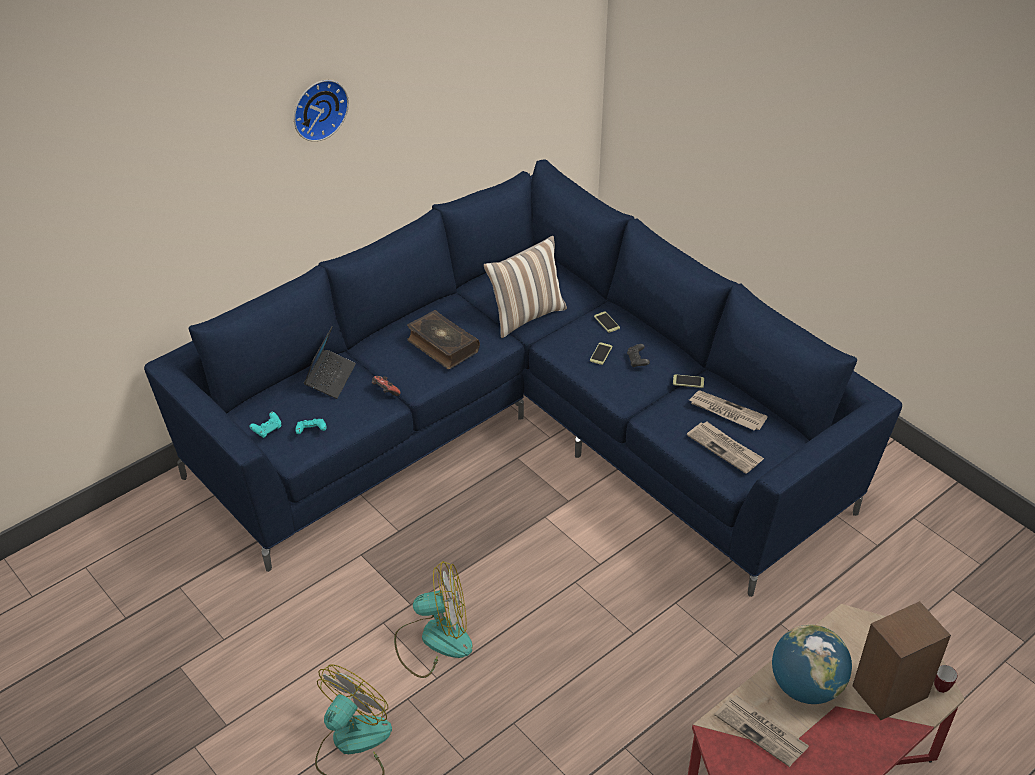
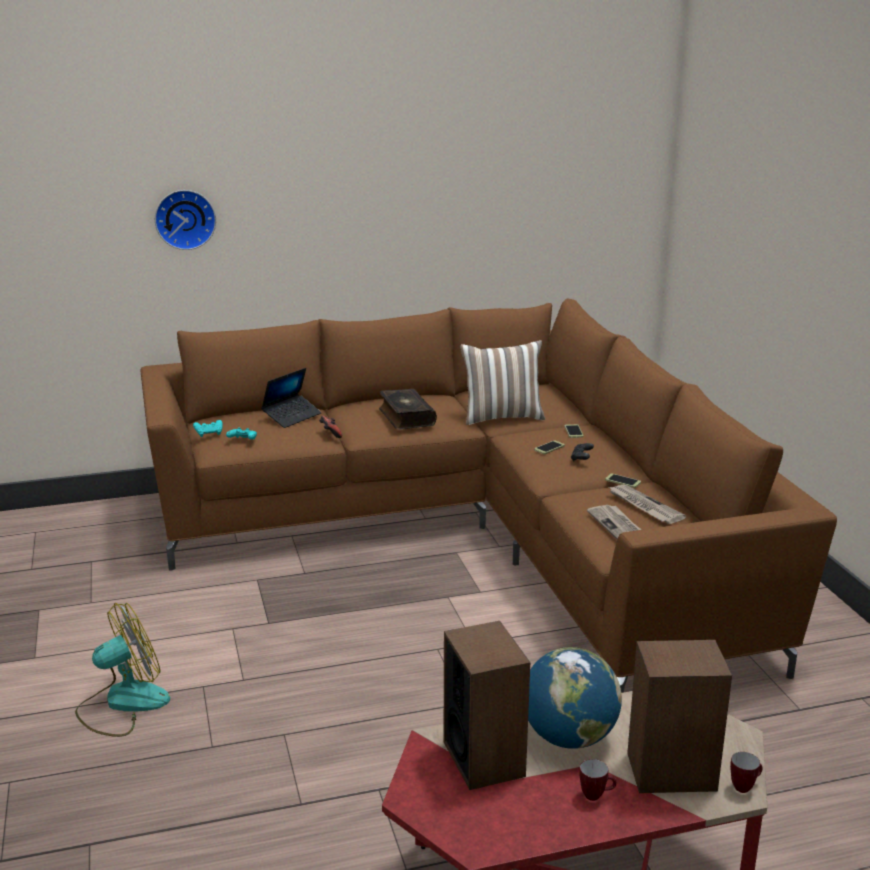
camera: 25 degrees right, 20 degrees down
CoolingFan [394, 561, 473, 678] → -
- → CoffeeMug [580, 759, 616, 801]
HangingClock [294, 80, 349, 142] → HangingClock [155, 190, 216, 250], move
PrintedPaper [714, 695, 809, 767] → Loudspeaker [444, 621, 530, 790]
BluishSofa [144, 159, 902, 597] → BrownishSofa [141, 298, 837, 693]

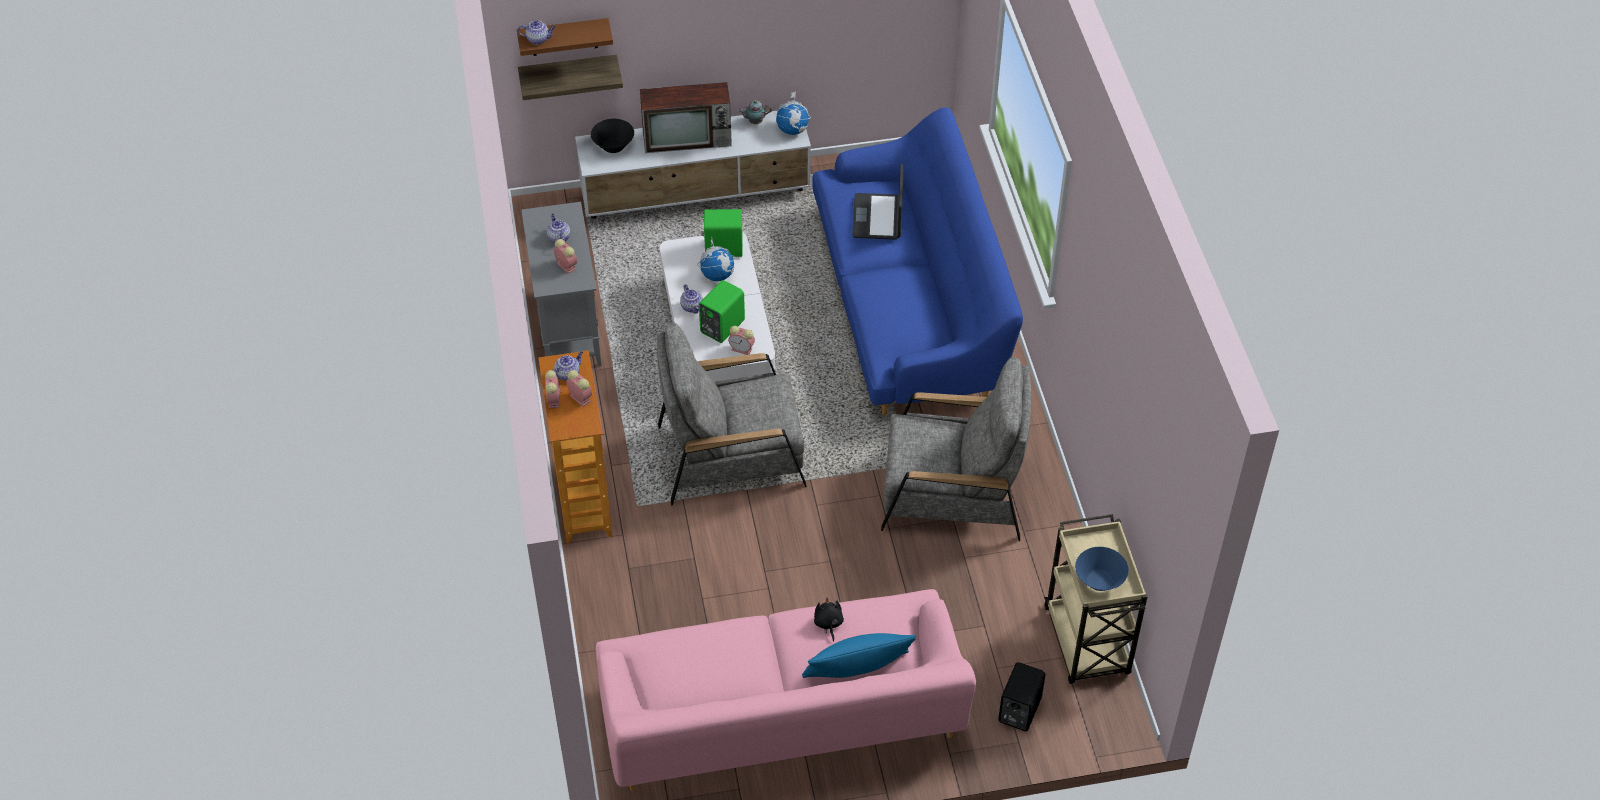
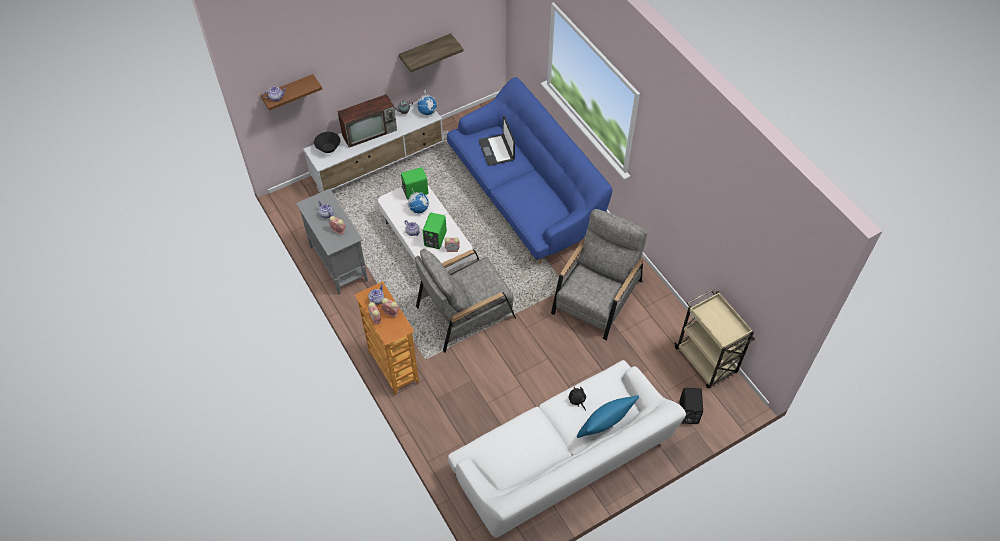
camera: 20 degrees left, 5 degrees up
BluishServingBowl [1075, 547, 1129, 591] → -
Shelf [518, 55, 623, 100] → Shelf [399, 33, 464, 72], move
PinkSofa [596, 589, 976, 791] → WhiteSofa [448, 360, 686, 538]
GreyishArmchair [881, 357, 1031, 541] → GreyishArmchair [551, 209, 647, 340], 45 degrees counterclockwise

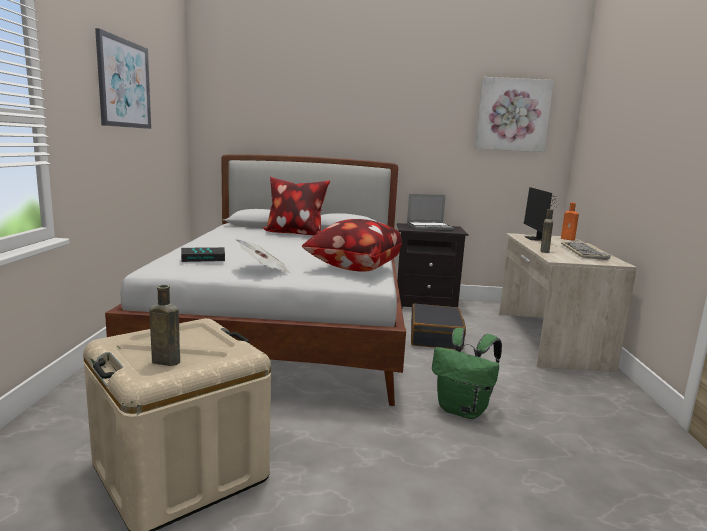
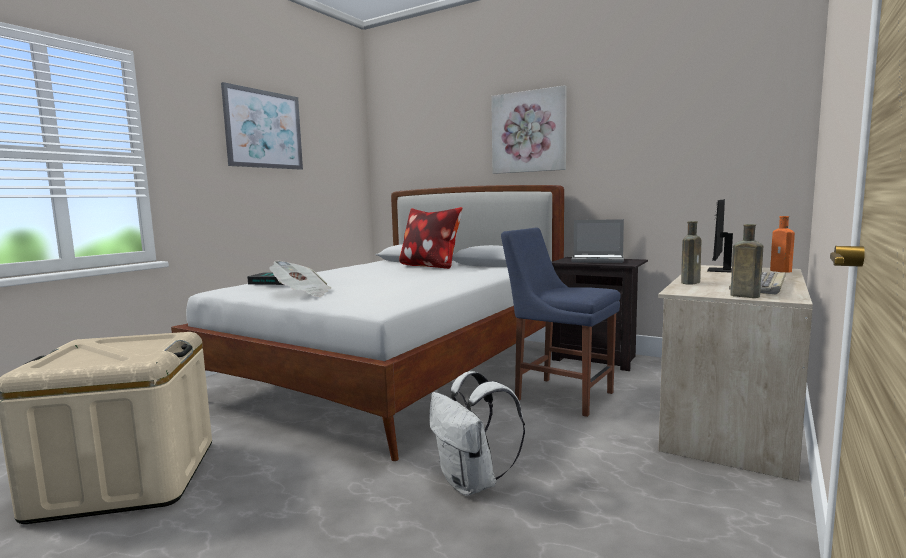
camera: 30 degrees right, 5 degrees down
Pillow [302, 219, 402, 272] → -
BrownishBottle [149, 285, 180, 366] → BrownishBottle [730, 224, 763, 298], move
Picture [475, 77, 554, 152] → Picture [491, 85, 567, 174], move
BlackColouredPieceOfLuggage [411, 304, 466, 350] → BluishUprightChair [501, 228, 621, 417]
GreenishKnapsack [432, 328, 502, 419] → WhiteKnapsack [430, 371, 525, 496]

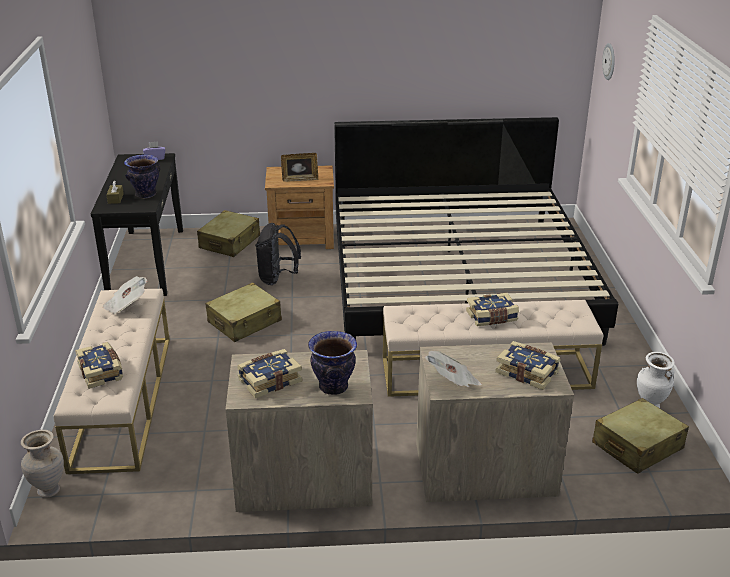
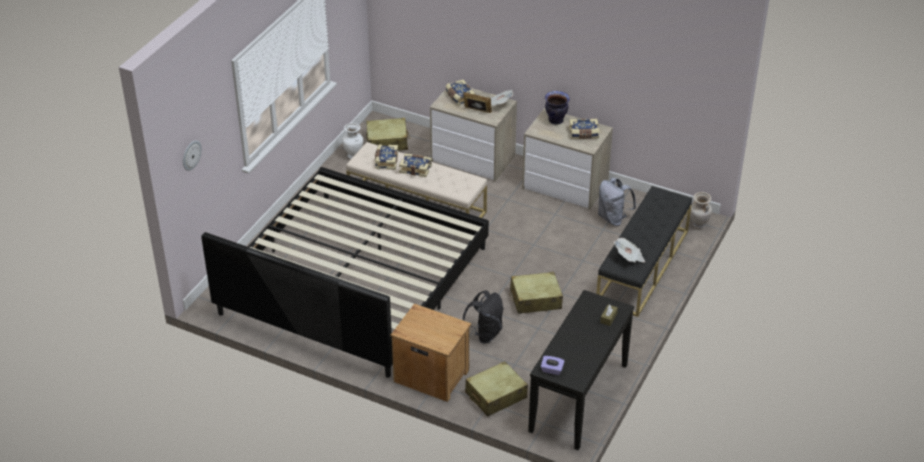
camera: 150 degrees left, 10 degrees up
DecorativeVase [124, 154, 160, 198] → -
- → GreyishKnapsack [598, 178, 636, 226]
BoundBook [75, 342, 123, 389] → BoundBook [375, 144, 398, 170], move
PhotoFrame [281, 153, 318, 182] → PhotoFrame [463, 92, 492, 113], move
SandColouredBench [54, 289, 170, 474] → BlackColouredBench [596, 186, 692, 317]

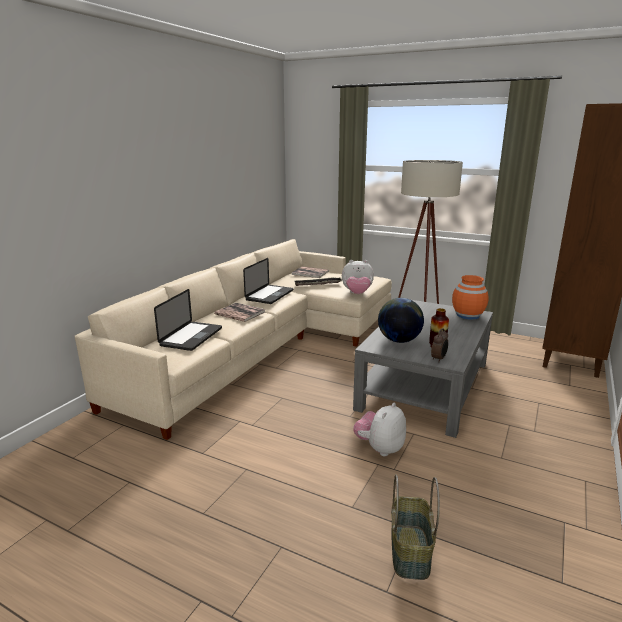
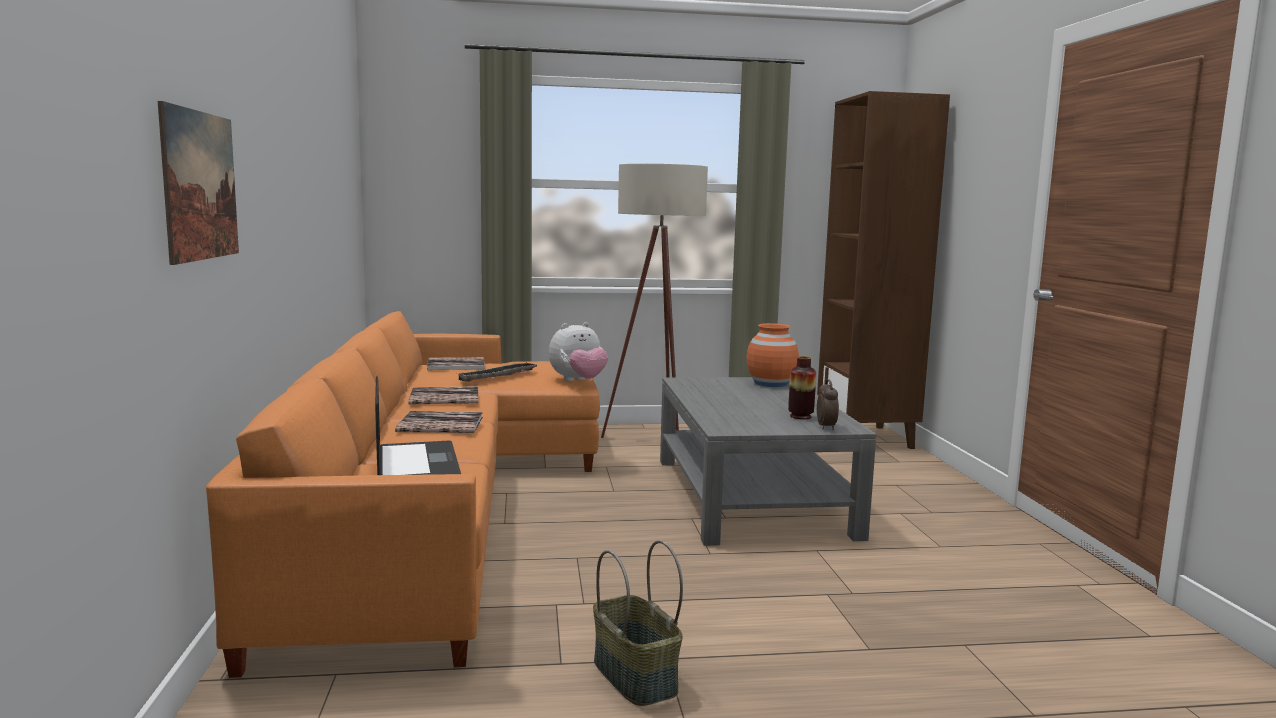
camera: 35 degrees left, 10 degrees down
SoftToy [353, 403, 406, 456] → -
Globe [378, 298, 424, 343] → -
- → Picture [158, 101, 239, 265]
Basket [391, 474, 440, 580] → Basket [593, 540, 683, 706], move
NotebookComputer [243, 258, 293, 304] → BoundBook [408, 386, 478, 404]
SandColouredSofa [75, 239, 392, 440] → OrangeSofa [206, 311, 600, 678]

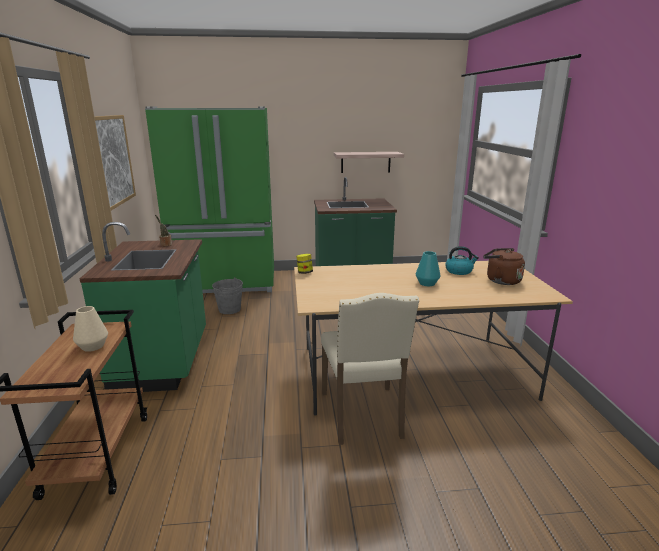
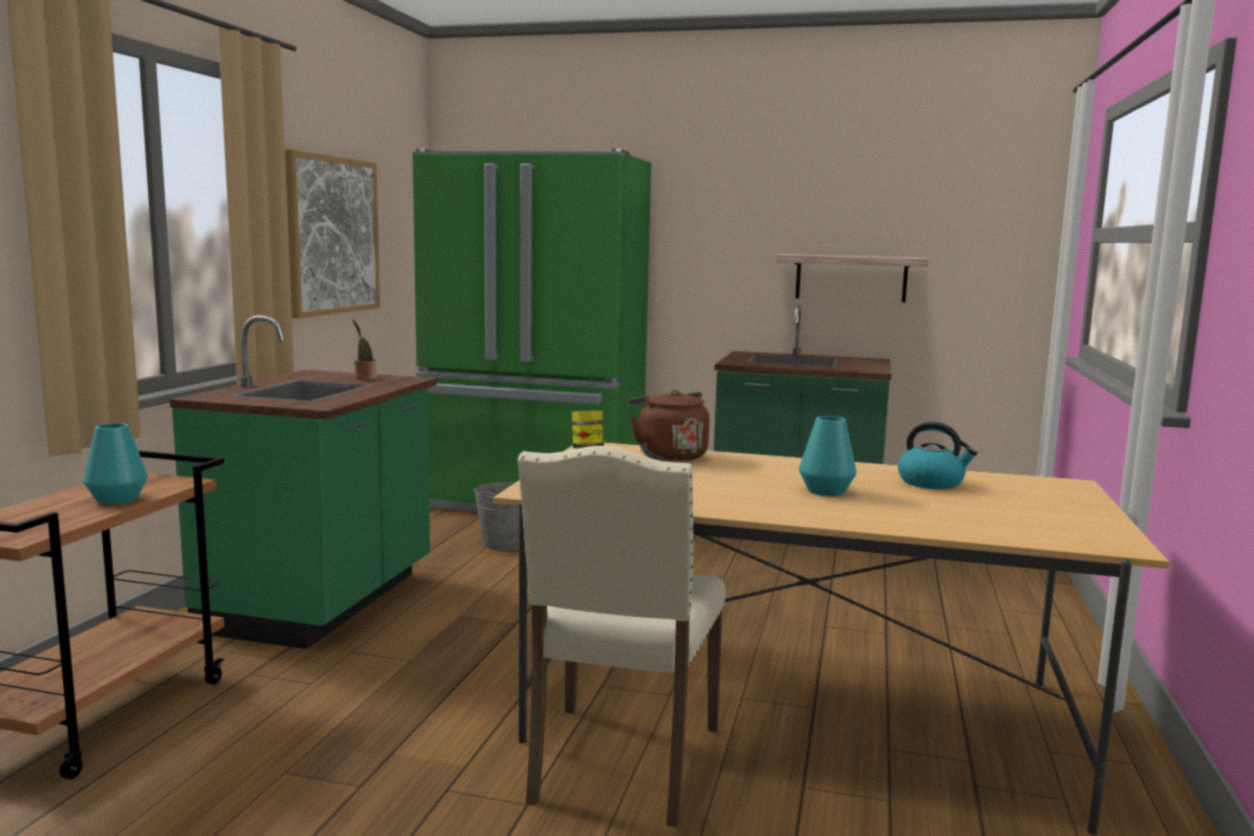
camera: 20 degrees right, 10 degrees down
BrownishKettle [483, 248, 525, 285] → BrownishKettle [629, 389, 709, 462], move
SandColouredDecorativeVase [73, 306, 108, 352] → BlueGreenDecorativeVase [83, 423, 148, 504]

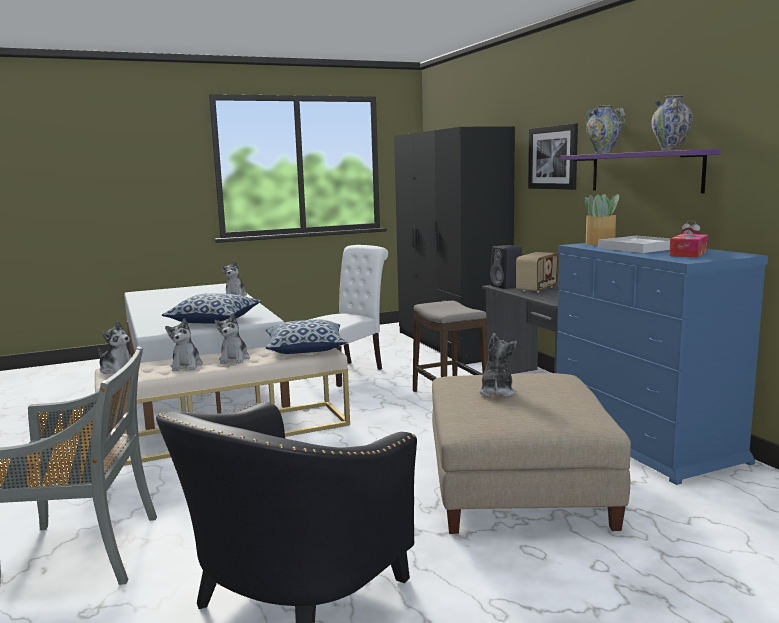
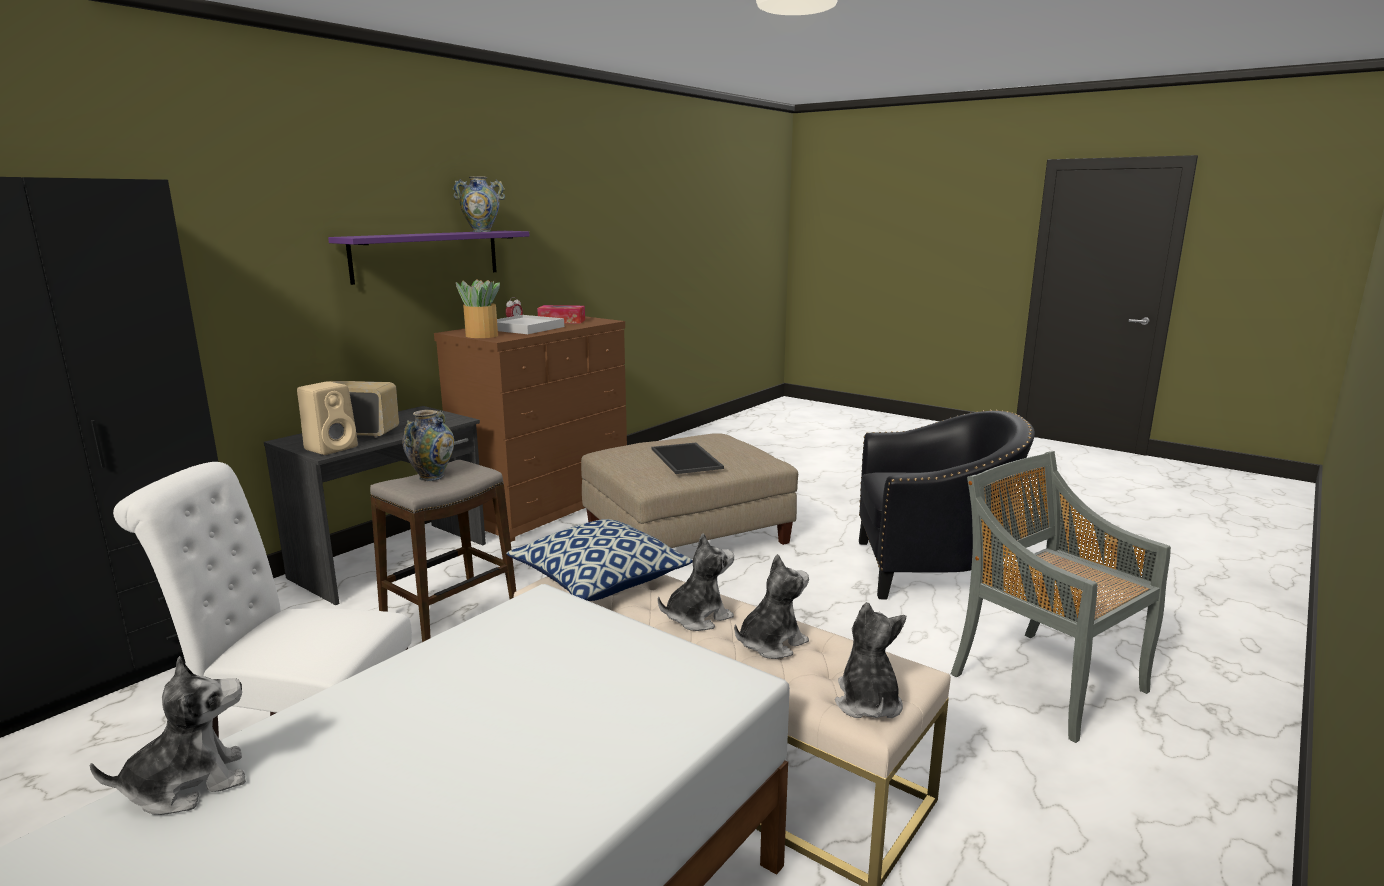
camera: 120 degrees left, 5 degrees up
Pillow [162, 294, 261, 324] → -
Picture [528, 123, 578, 190] → -
DecorativeVase [585, 105, 626, 154] → DecorativeVase [403, 410, 454, 481], move
SoftToy [478, 333, 517, 397] → Tray [652, 443, 724, 474]
BlackColouredLoudspeaker [490, 245, 522, 289] → SandColouredLoudspeaker [297, 381, 358, 455]
BluishDrawerChest [556, 243, 768, 485] → BrownishDrawerChest [434, 317, 627, 542]

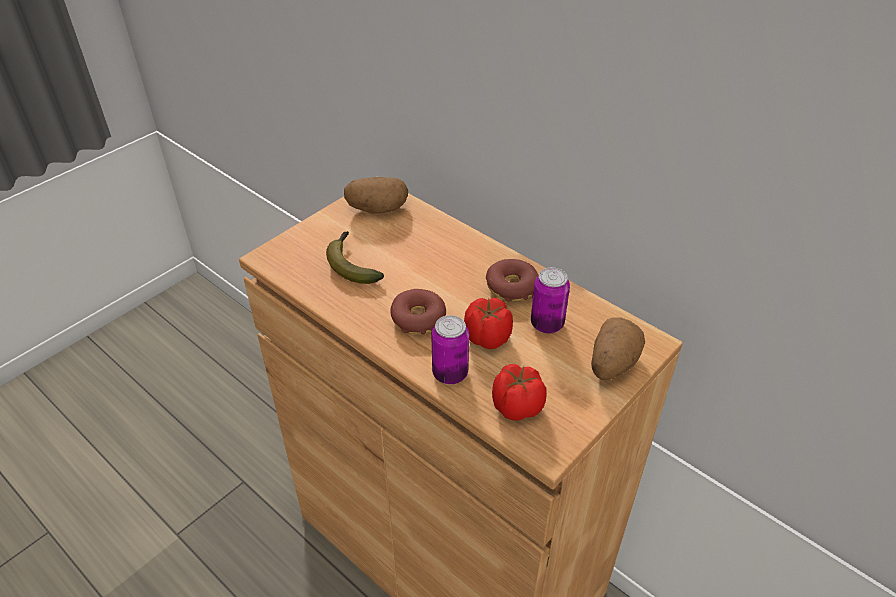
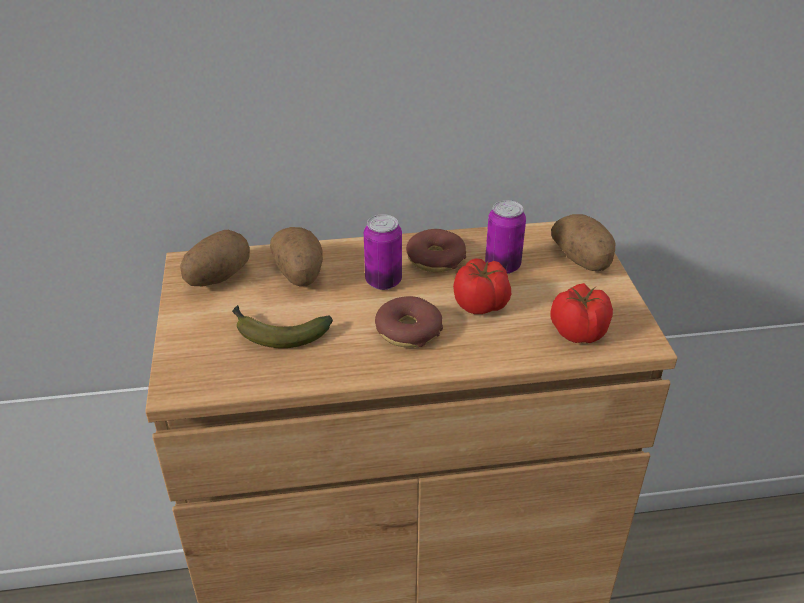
camera: 50 degrees left, 5 degrees down
- → Spud [270, 227, 323, 287]
MetalCan [431, 315, 469, 384] → MetalCan [364, 214, 402, 290], move

